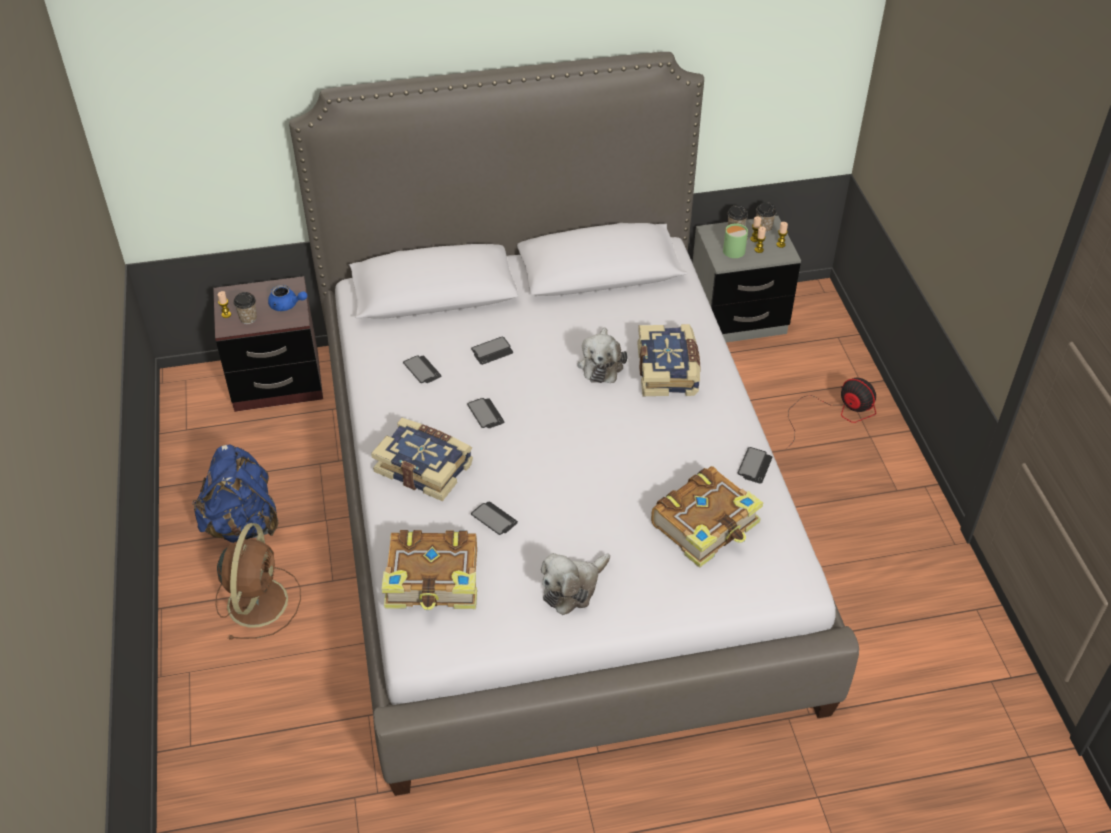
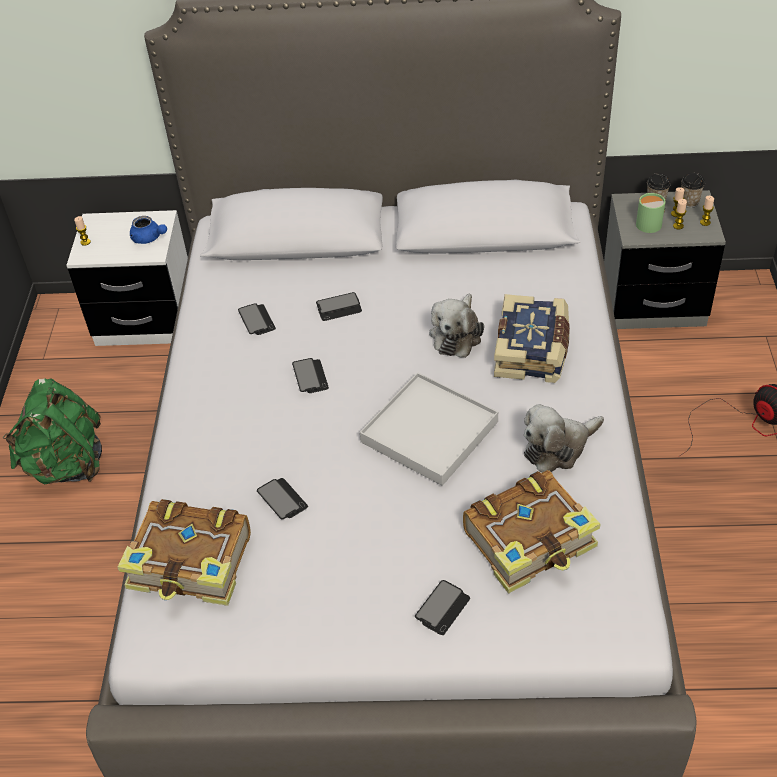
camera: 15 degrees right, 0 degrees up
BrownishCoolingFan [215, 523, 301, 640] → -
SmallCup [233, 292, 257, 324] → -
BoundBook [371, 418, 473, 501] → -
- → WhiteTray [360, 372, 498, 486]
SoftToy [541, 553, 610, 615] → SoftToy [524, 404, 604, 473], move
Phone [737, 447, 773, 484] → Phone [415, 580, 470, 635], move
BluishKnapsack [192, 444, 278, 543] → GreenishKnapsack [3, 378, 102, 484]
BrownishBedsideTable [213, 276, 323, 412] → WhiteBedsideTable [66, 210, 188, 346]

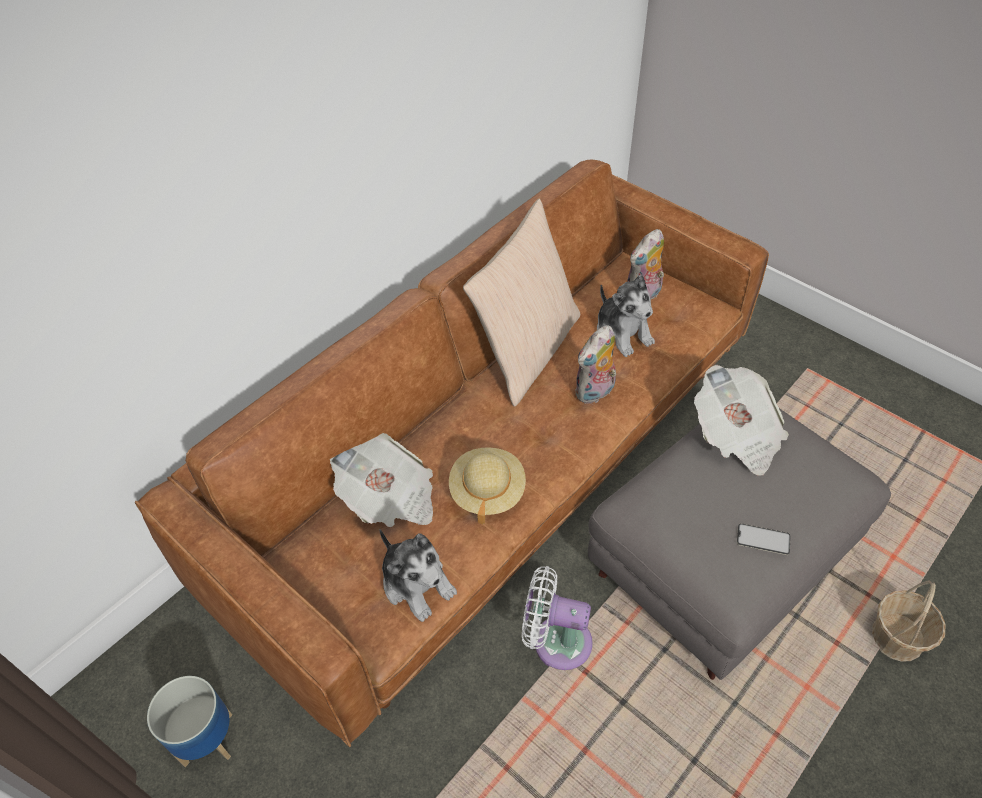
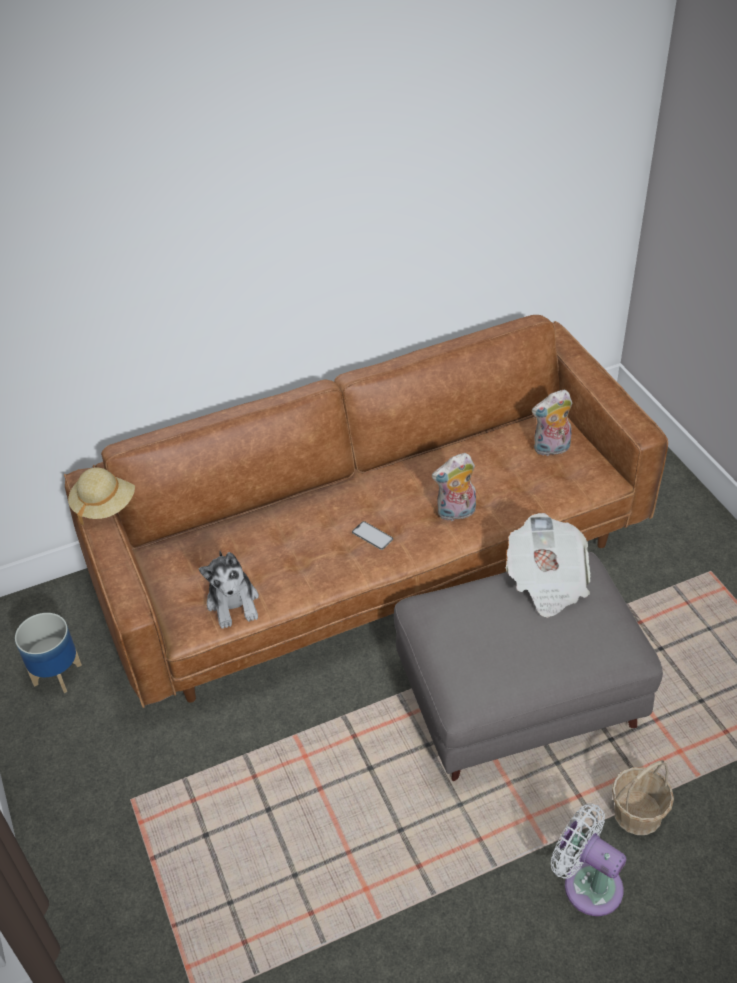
camera: 25 degrees right, 5 degrees down
PrintedPaper [330, 433, 433, 527] → -
SandColouredPillow [463, 199, 580, 407] → -
SoftToy [597, 275, 655, 357] → -
SandColouredWearableHat [449, 447, 526, 525] → SandColouredWearableHat [68, 467, 135, 526], move
WhiteCoolingFan [522, 566, 593, 670] → WhiteCoolingFan [551, 803, 626, 916], move
Phone [737, 523, 790, 555] → Phone [352, 521, 393, 550], move

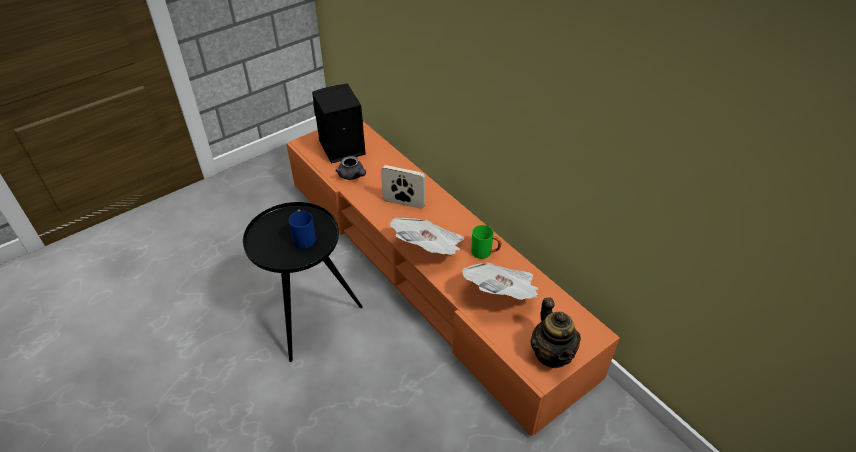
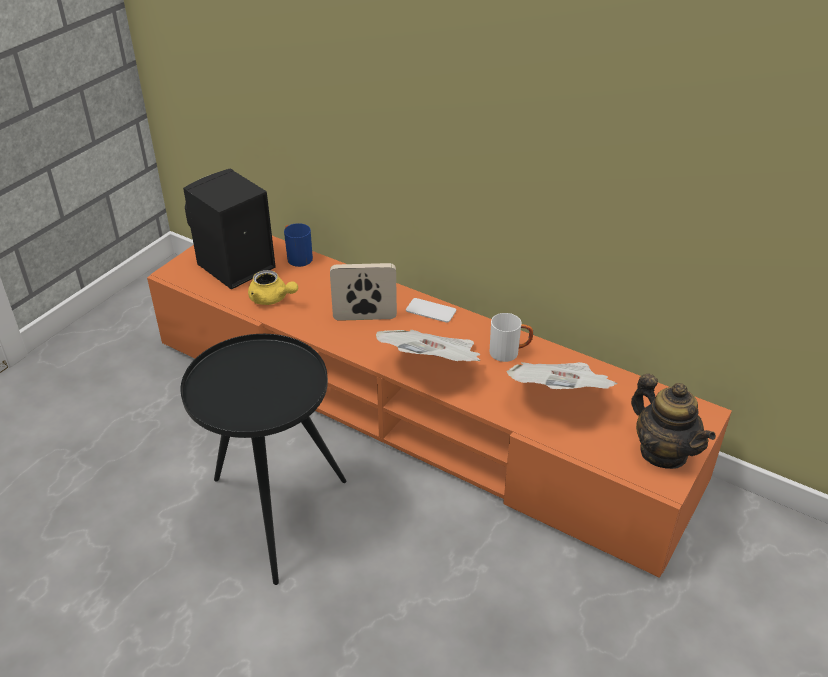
camera: 20 degrees left, 5 degrees down
- → Phone [406, 298, 456, 323]
BluishCoffeeMug [289, 209, 316, 248] → BluishCoffeeMug [284, 223, 313, 267], move
GreyishTeaPot [335, 156, 366, 180] → YellowColouredTeaPot [248, 270, 298, 305]
GreenishCoffeeMug [471, 225, 501, 259] → WhiteCoffeeMug [489, 313, 533, 362]

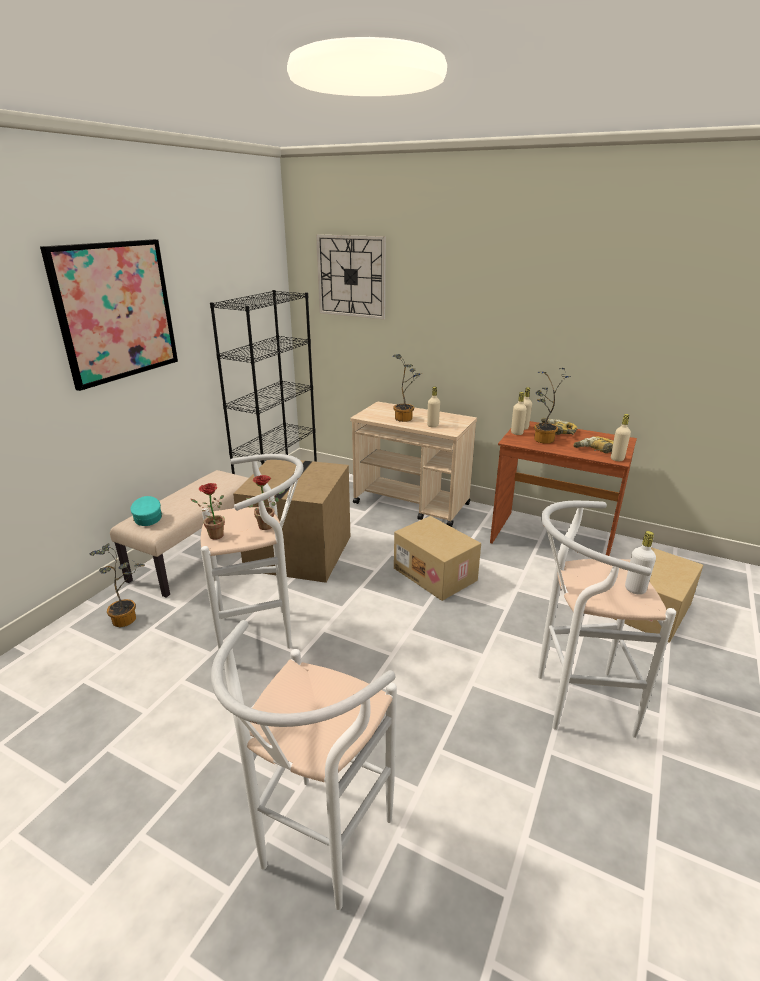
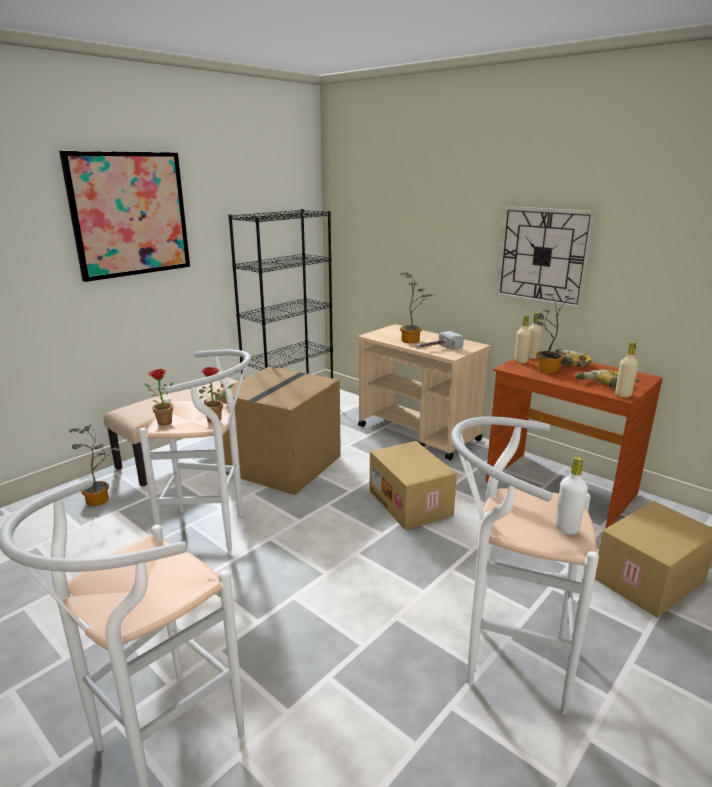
camera: 15 degrees right, 5 degrees down
BlueGreenBaseballCap [131, 496, 162, 526] → -
HangingClock [316, 234, 386, 319] → HangingClock [496, 206, 596, 309], move
SandColouredBottle [427, 387, 440, 427] → ToolHammer [416, 331, 464, 350]

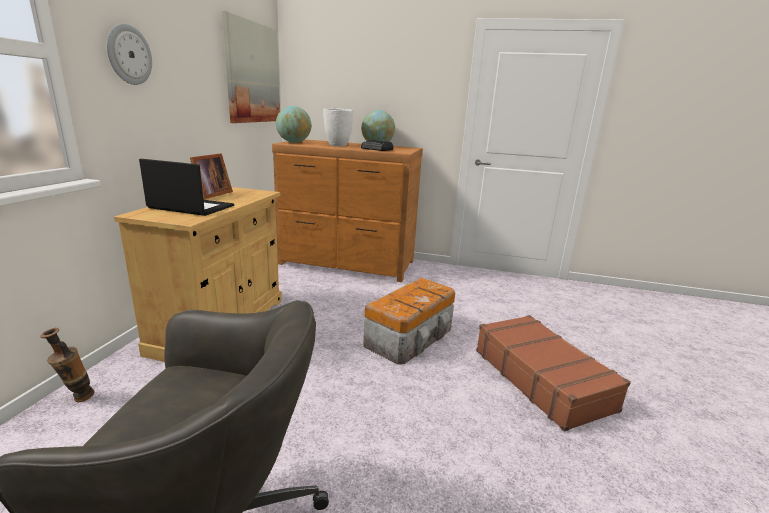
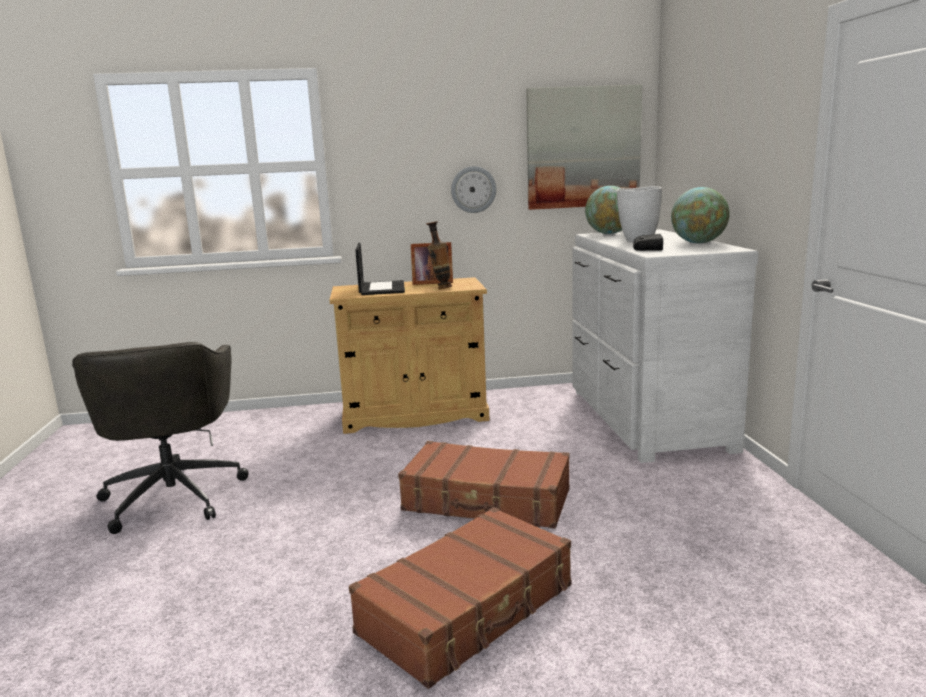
camera: 70 degrees right, 5 degrees down
DecorativeVase [40, 328, 95, 402] → DecorativeVase [426, 221, 452, 289], move
HangingClock [107, 24, 152, 85] → HangingClock [451, 166, 496, 213], move
StorageContainer [363, 278, 455, 364] → BrownishPieceOfLuggage [398, 441, 570, 529]
BrownishDrawerChest [272, 139, 423, 282] → WhiteDrawerChest [572, 229, 759, 463]

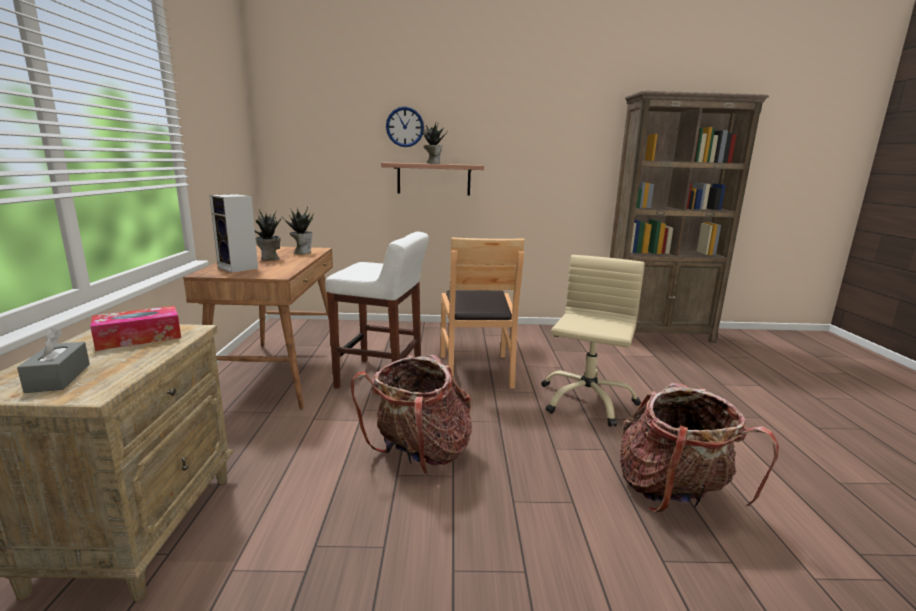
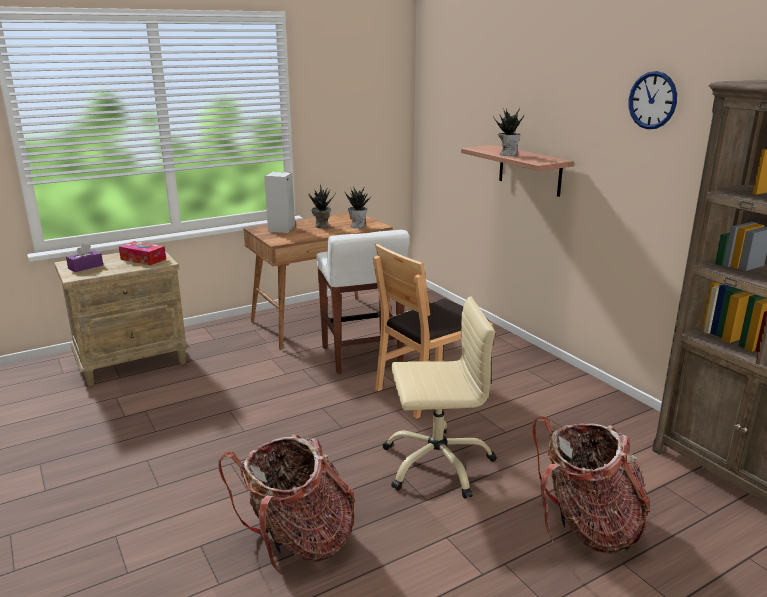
camera: 60 degrees right, 5 degrees up
Knapsack [351, 355, 472, 475] → Knapsack [532, 416, 650, 554], move
HangingClock [386, 107, 424, 147] → HangingClock [629, 71, 677, 129], move
GreyishTissueBox [17, 329, 90, 393] → PurpleColouredTissueBox [66, 243, 103, 272]

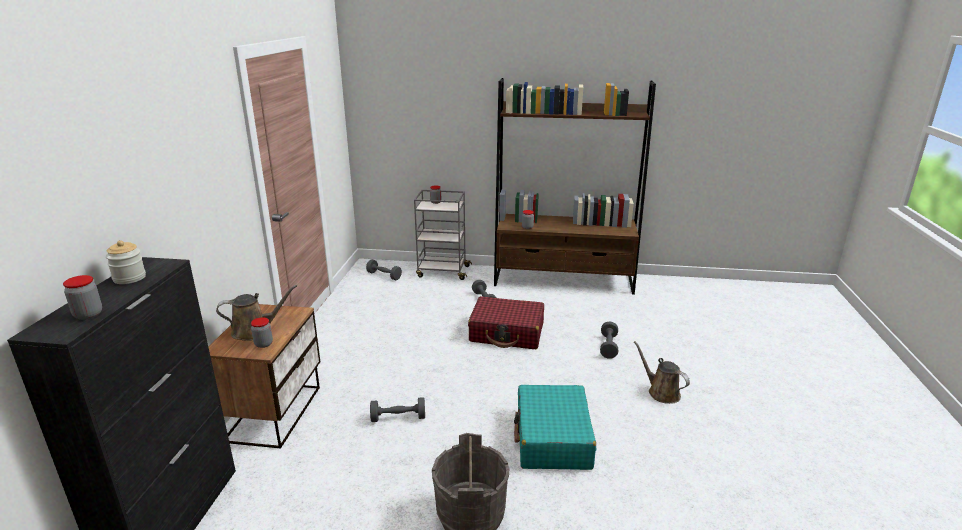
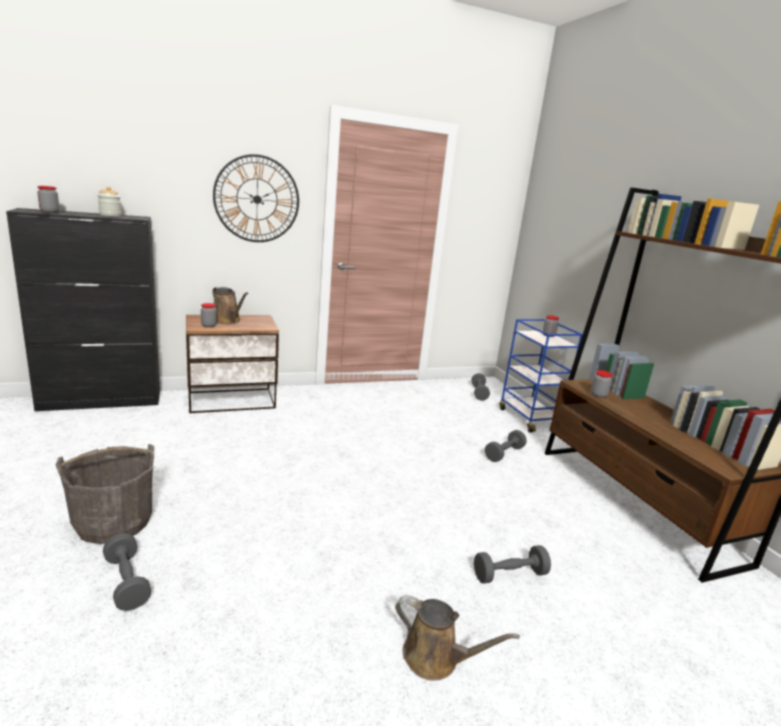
camera: 60 degrees right, 5 degrees down
RedColouredPieceOfLuggage [468, 296, 544, 349] → -
BlueGreenPieceOfLuggage [514, 385, 596, 470] → -
- → HangingClock [213, 154, 299, 242]
GreyishFreeWeight [370, 397, 425, 422] → GreyishFreeWeight [103, 533, 151, 611], move
GreyishTrolley [414, 190, 472, 280] → BluishTrolley [499, 319, 583, 432]
BrownishSprinklingCan [634, 341, 690, 404] → BrownishSprinklingCan [395, 595, 520, 680], 90 degrees clockwise

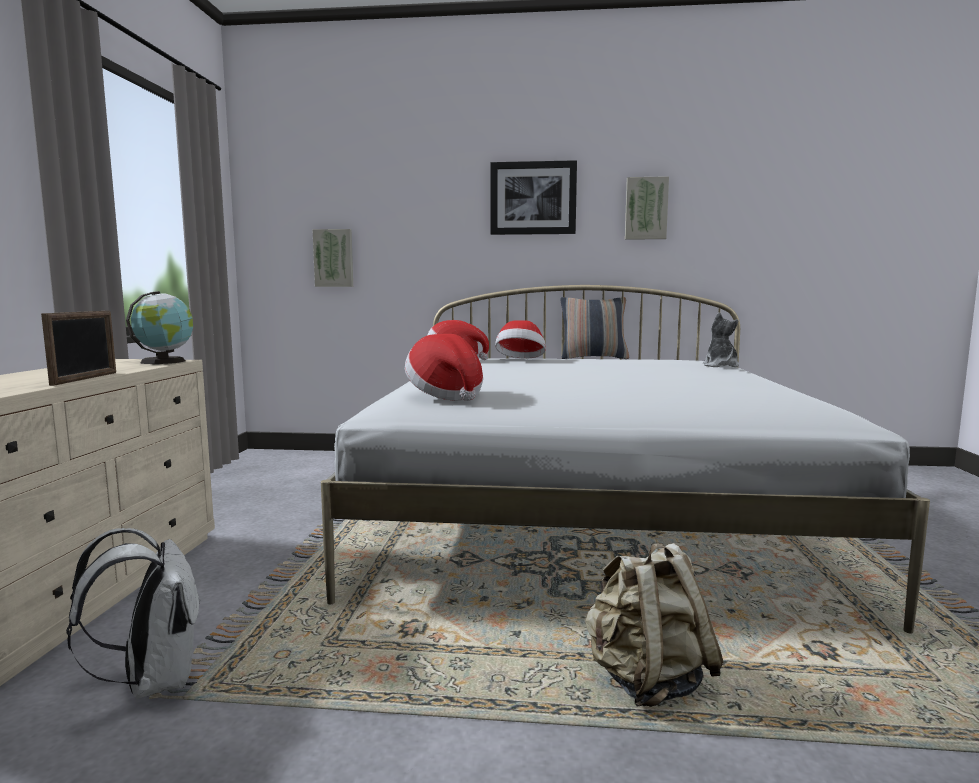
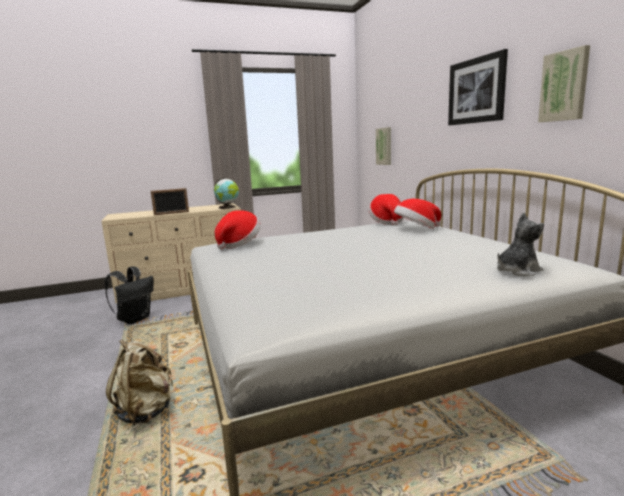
camera: 65 degrees right, 5 degrees up
Pillow [561, 297, 629, 359] → -
WhiteKnapsack [66, 528, 200, 699] → BlackColouredKnapsack [104, 266, 154, 324]

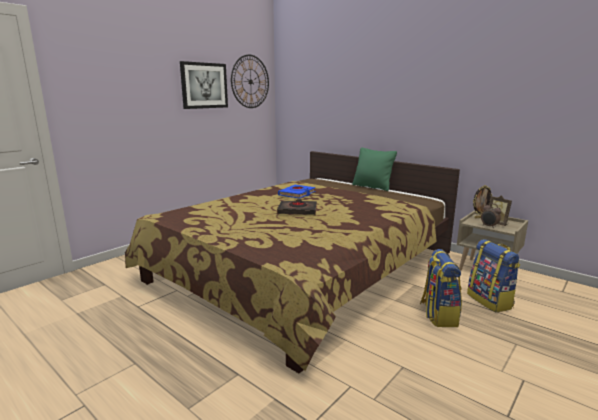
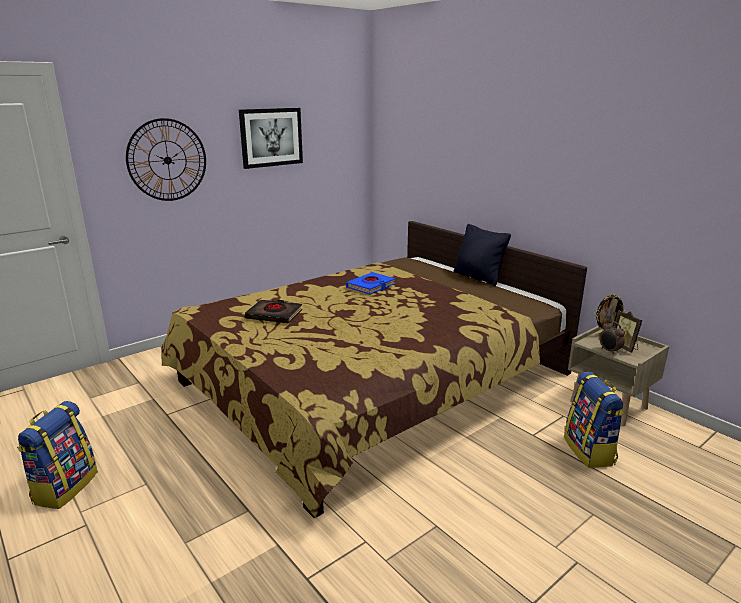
camera: 10 degrees right, 5 degrees up
HangingClock [231, 55, 269, 108] → HangingClock [126, 118, 206, 201], move
BlackColouredBoundBook [277, 199, 317, 215] → BlackColouredBoundBook [245, 300, 302, 323], move
Knapsack [420, 249, 462, 327] → Knapsack [17, 401, 98, 509], move
GreenishPillow [352, 147, 397, 191] → BlackColouredPillow [453, 224, 511, 286]

